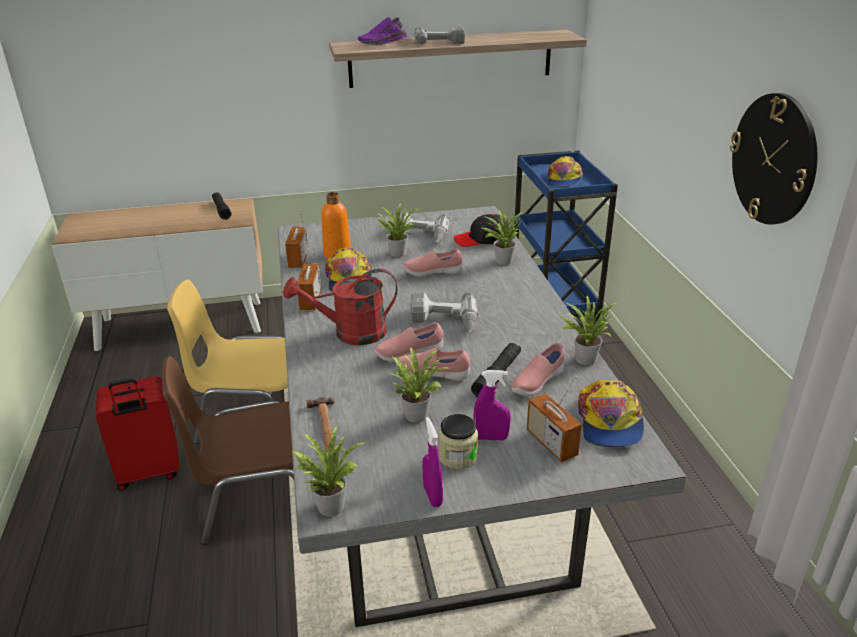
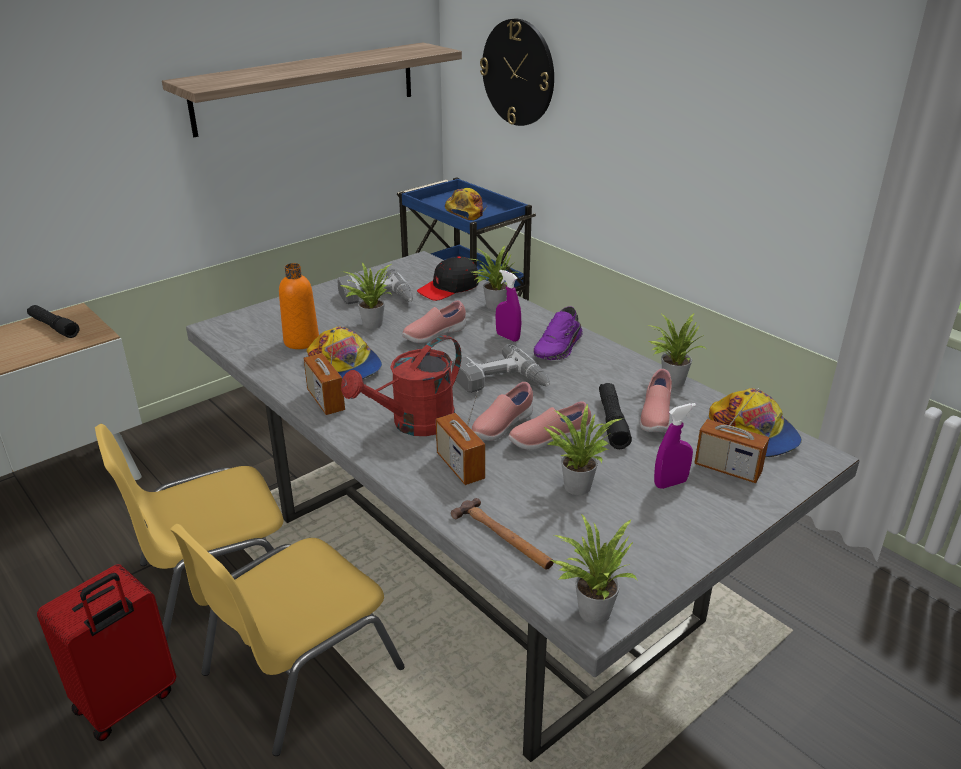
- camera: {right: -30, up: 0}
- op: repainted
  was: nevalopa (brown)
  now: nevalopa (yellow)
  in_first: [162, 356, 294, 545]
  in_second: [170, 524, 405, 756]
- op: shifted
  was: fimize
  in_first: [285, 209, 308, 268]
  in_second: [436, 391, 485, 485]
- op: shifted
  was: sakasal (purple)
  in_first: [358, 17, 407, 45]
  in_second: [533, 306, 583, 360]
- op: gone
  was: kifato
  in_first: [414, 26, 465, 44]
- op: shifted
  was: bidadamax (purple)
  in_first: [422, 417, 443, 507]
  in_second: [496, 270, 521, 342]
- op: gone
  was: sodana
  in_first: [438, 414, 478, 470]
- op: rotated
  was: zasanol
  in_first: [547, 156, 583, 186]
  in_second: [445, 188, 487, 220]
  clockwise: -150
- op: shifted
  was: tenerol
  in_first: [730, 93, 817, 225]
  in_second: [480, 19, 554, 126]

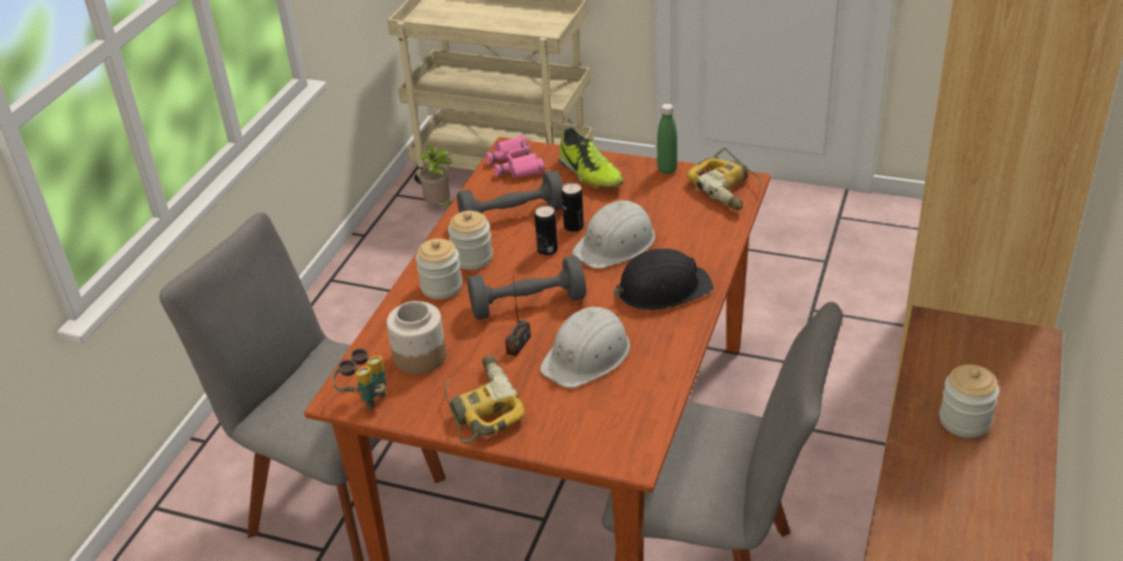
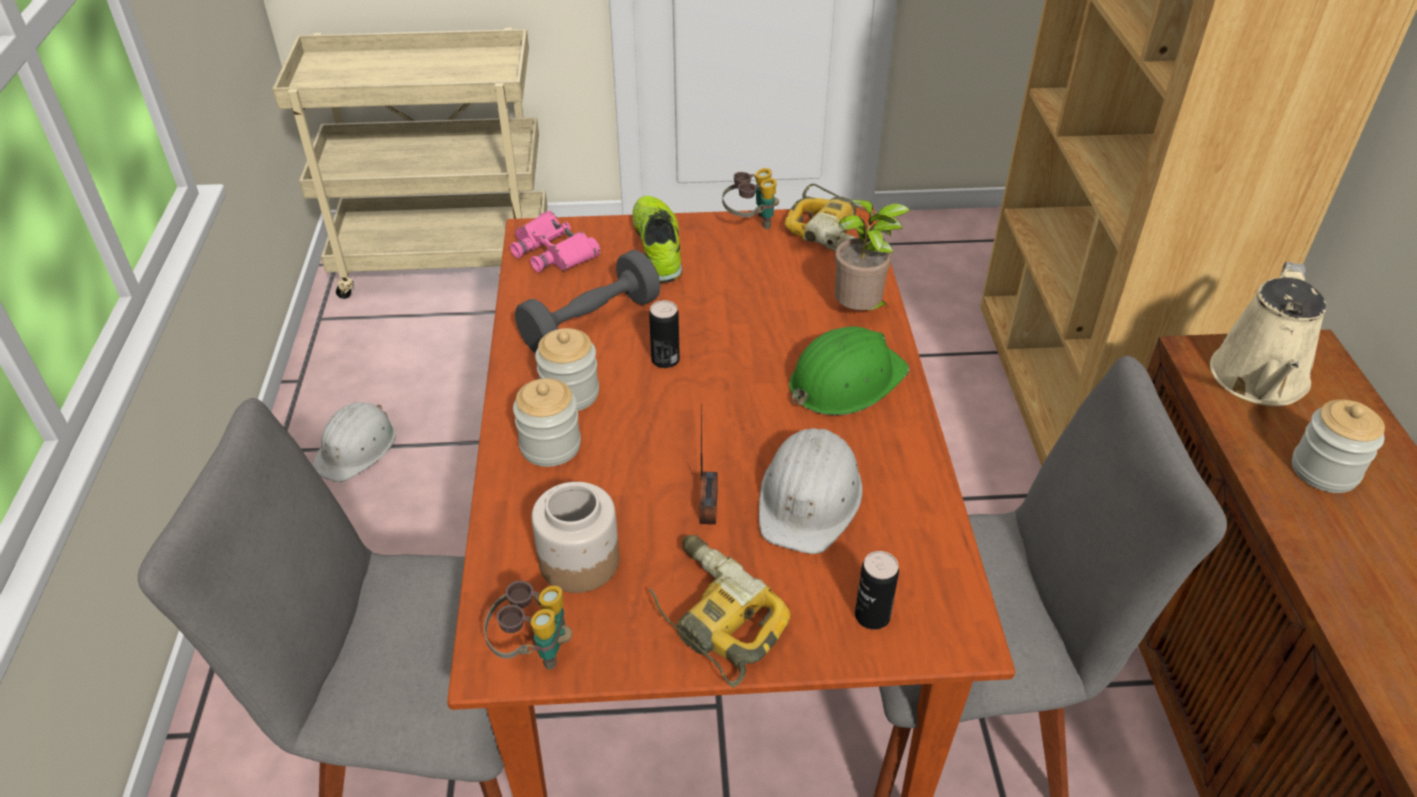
- camera: {right: -25, up: 5}
- op: shifted
  was: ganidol
  in_first: [419, 144, 452, 206]
  in_second: [835, 200, 911, 310]
- op: gone
  was: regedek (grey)
  in_first: [467, 256, 586, 319]
- op: rotated
  was: sakasal
  in_first: [559, 127, 623, 189]
  in_second: [632, 195, 682, 283]
  clockwise: -135
- op: shifted
  was: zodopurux
  in_first: [562, 183, 584, 232]
  in_second: [855, 551, 899, 630]
- op: shifted
  was: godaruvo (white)
  in_first: [572, 201, 655, 269]
  in_second: [312, 402, 396, 482]
- op: repainted
  was: godaruvo (black)
  now: godaruvo (green)
  in_first: [613, 249, 713, 310]
  in_second: [789, 326, 909, 415]
- op: swapped
  was: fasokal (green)
  now: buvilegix
  in_first: [657, 104, 677, 174]
  in_second: [722, 168, 779, 229]
- op: new
  now: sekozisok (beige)
  in_second: [1210, 261, 1326, 406]

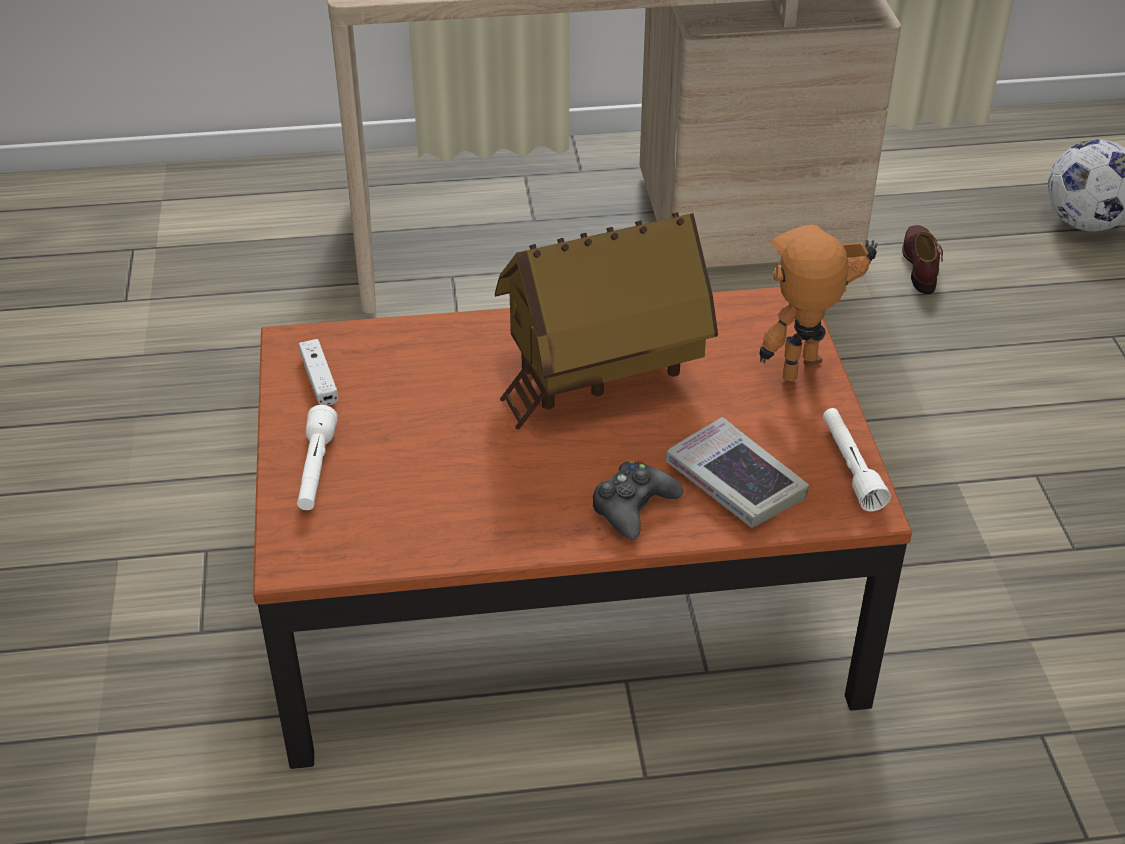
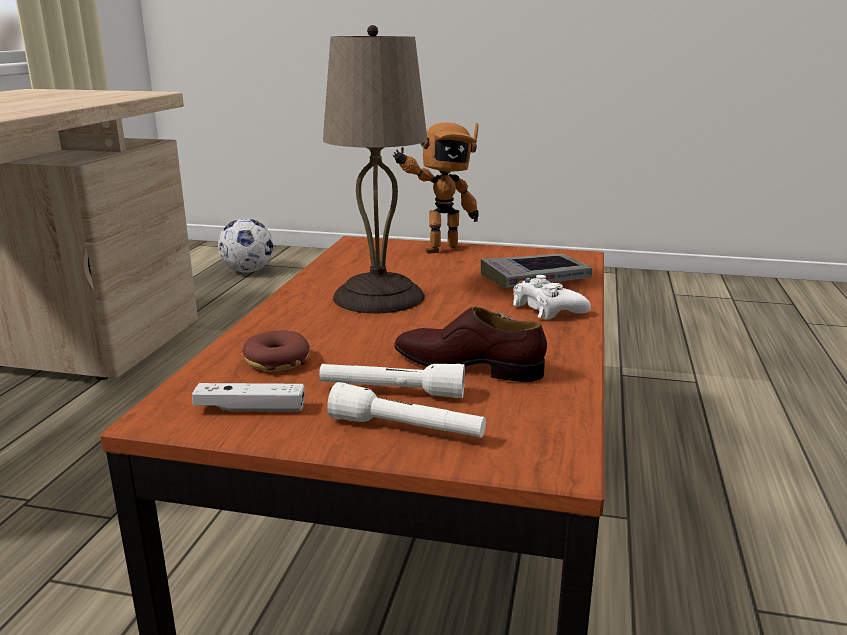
- camera: {right: -70, up: -20}
- op: swapped
  was: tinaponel
  now: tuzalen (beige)
  in_first: [495, 212, 718, 429]
  in_second: [323, 25, 427, 313]
- op: repainted
  was: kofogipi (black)
  now: kofogipi (white)
  in_first: [592, 460, 683, 540]
  in_second: [512, 275, 591, 320]
- op: rotated
  was: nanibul
  in_first: [759, 224, 878, 382]
  in_second: [393, 123, 479, 254]
  clockwise: -105
- op: shifted
  was: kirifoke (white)
  in_first: [823, 408, 891, 512]
  in_second: [319, 364, 465, 398]
- op: shifted
  was: sakasal (brown)
  in_first: [902, 225, 943, 294]
  in_second: [394, 307, 547, 382]
- op: new
  now: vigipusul
  in_second: [243, 330, 310, 371]

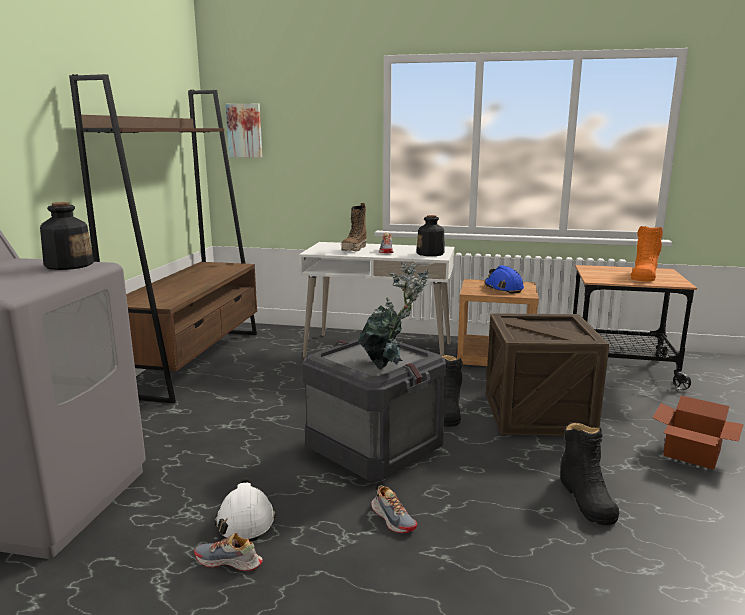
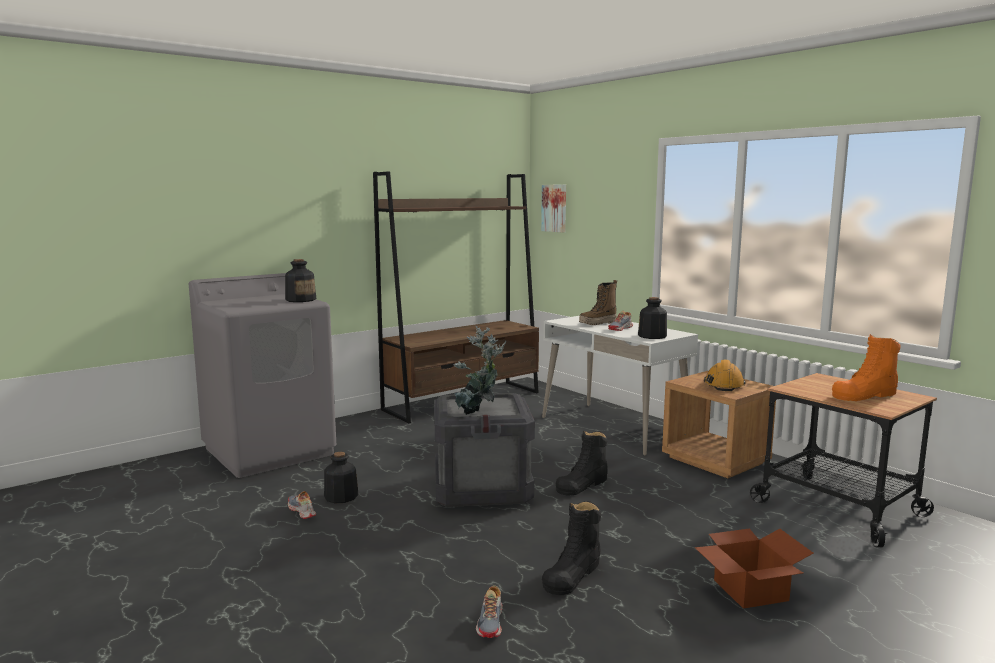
- camera: {right: 40, up: -5}
- op: swapped
  was: godaruvo (white)
  now: fasokal
  in_first: [215, 478, 276, 542]
  in_second: [324, 452, 359, 503]
- op: shifted
  was: sakasal
  in_first: [371, 486, 417, 533]
  in_second: [476, 585, 503, 638]
- op: repainted
  was: godaruvo (blue)
  now: godaruvo (orange)
  in_first: [484, 265, 524, 294]
  in_second: [704, 360, 745, 391]
- op: gone
  was: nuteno
  in_first: [486, 313, 609, 436]

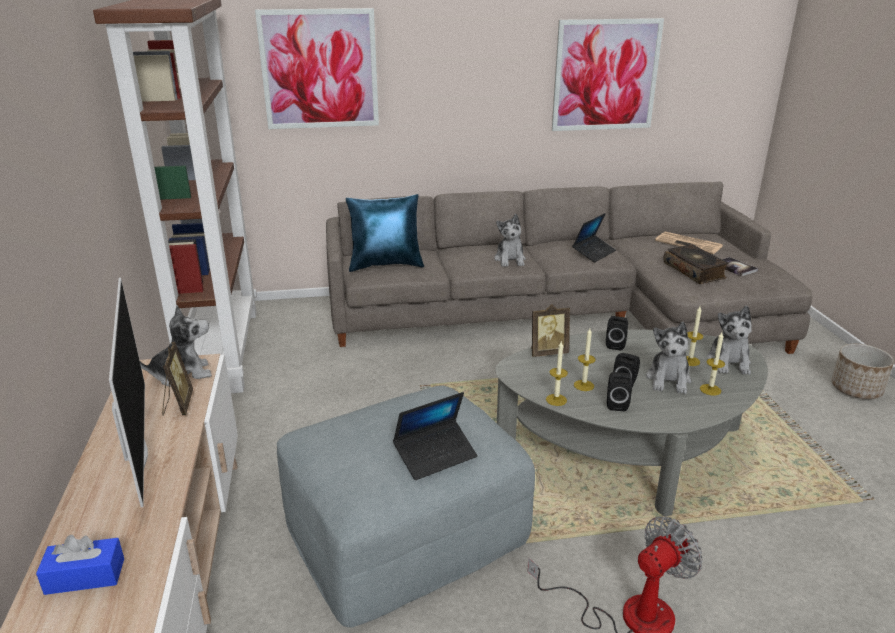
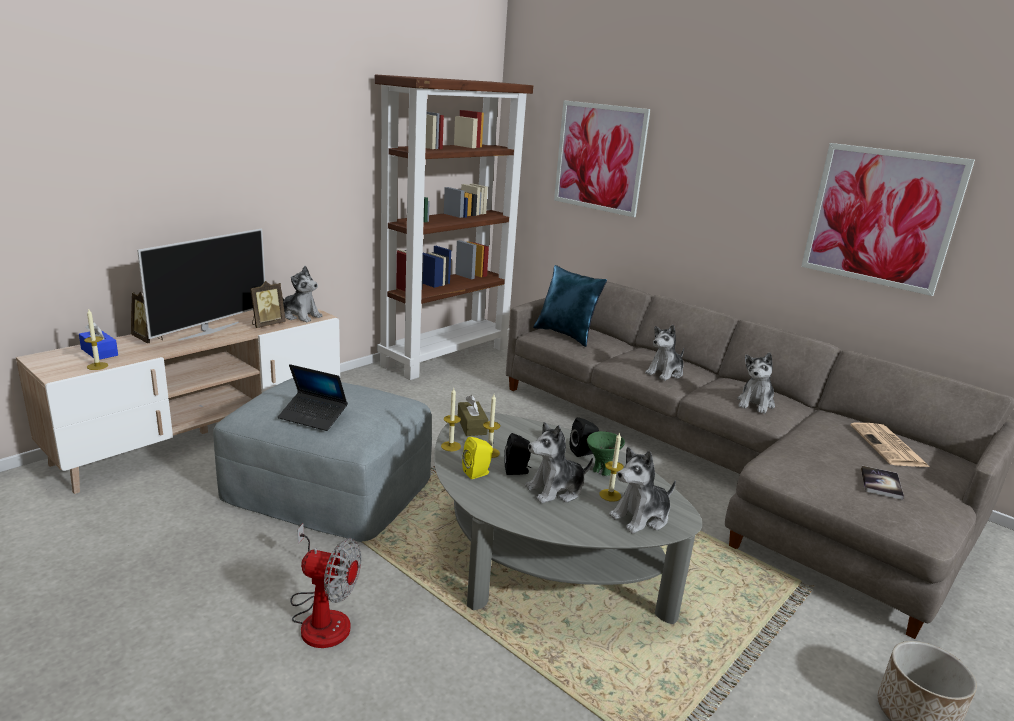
- camera: {right: 50, up: -5}
- op: shifted
  was: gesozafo
  in_first: [531, 304, 570, 357]
  in_second: [131, 292, 163, 344]
- op: swapped
  was: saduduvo
  now: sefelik
  in_first: [572, 213, 616, 263]
  in_second: [738, 353, 775, 414]
- op: repainted
  was: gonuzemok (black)
  now: gonuzemok (yellow)
  in_first: [607, 372, 632, 411]
  in_second: [462, 437, 493, 479]
- op: gone
  was: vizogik
  in_first: [663, 244, 729, 284]
- op: shifted
  was: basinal
  in_first: [700, 332, 725, 396]
  in_second: [84, 309, 108, 370]
- op: new
  now: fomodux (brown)
  in_second: [458, 395, 488, 436]
- op: new
  now: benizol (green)
  in_second: [587, 431, 625, 476]

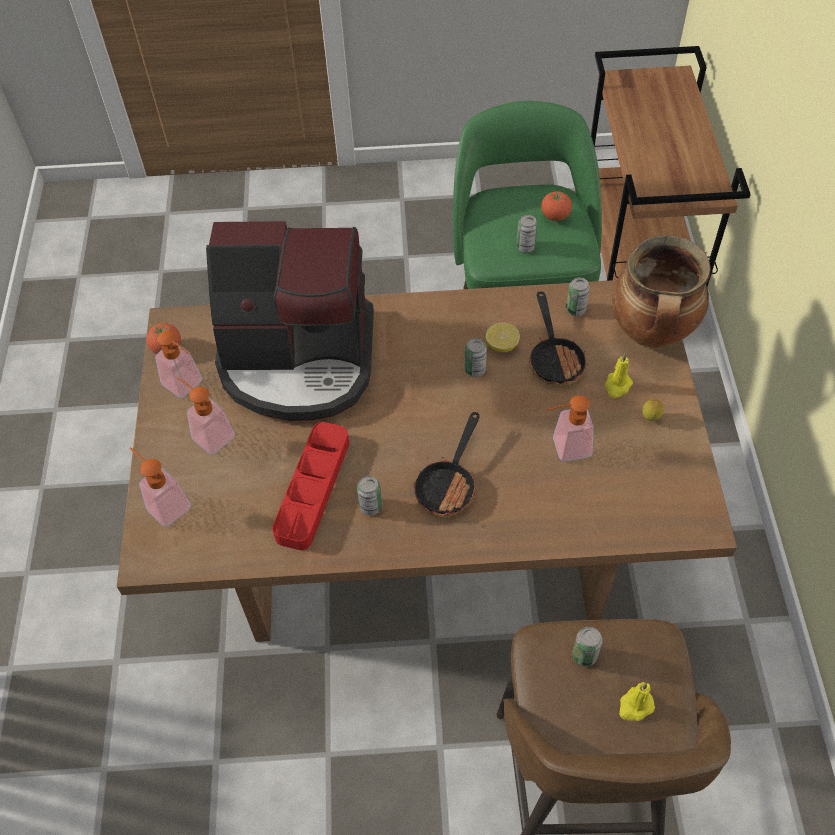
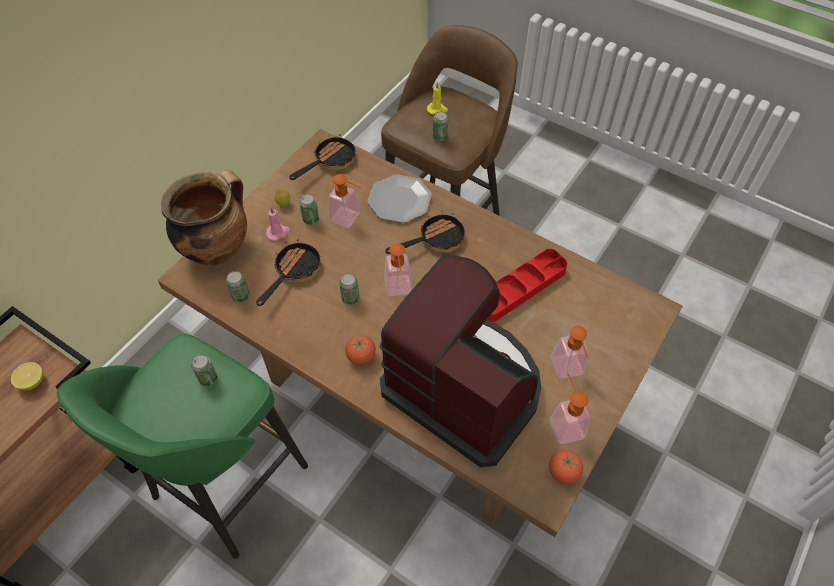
- camera: {right: -145, up: 0}
- op: shifted
  was: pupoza
  in_first: [130, 447, 191, 527]
  in_second: [384, 243, 413, 296]
- op: shifted
  was: zodopurux
  in_first: [357, 476, 382, 515]
  in_second: [299, 194, 319, 225]
- op: shifted
  was: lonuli
  in_first: [486, 323, 520, 352]
  in_second: [11, 362, 43, 390]
- op: shifted
  was: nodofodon
  in_first: [541, 191, 572, 221]
  in_second: [345, 335, 376, 365]
- op: repainted
  was: basinal (yellow)
  now: basinal (pink)
  in_first: [605, 353, 633, 398]
  in_second: [266, 207, 290, 241]
- op: new
  now: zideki
  in_second: [289, 130, 355, 180]
- op: new
  now: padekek
  in_second: [367, 174, 432, 223]

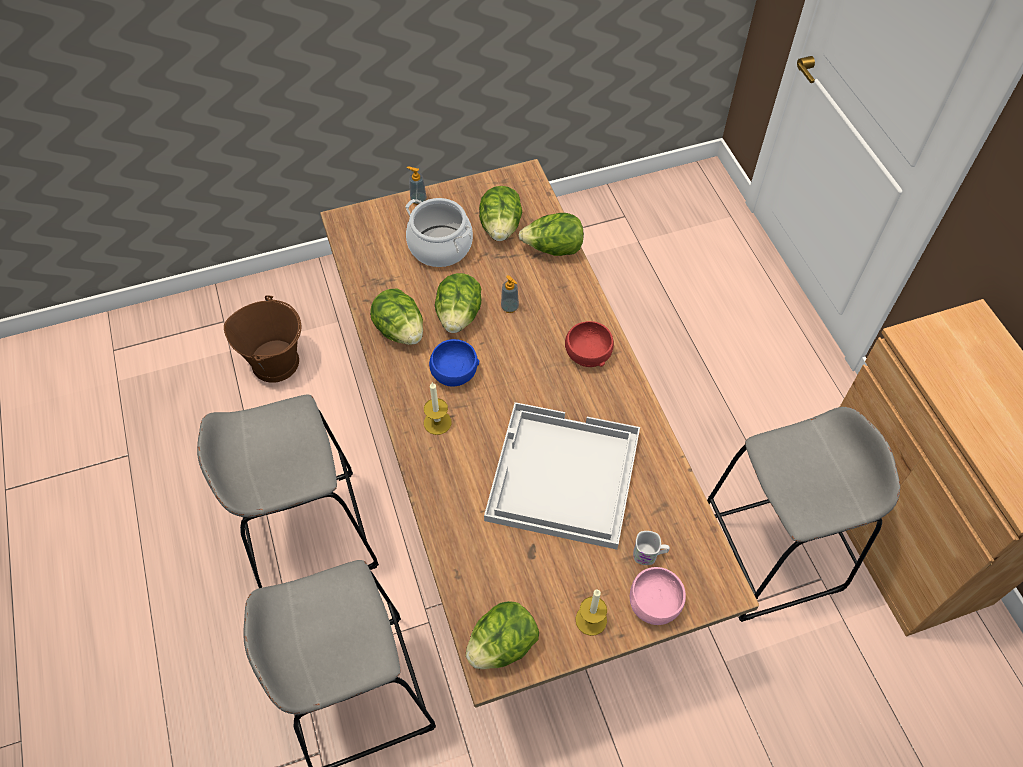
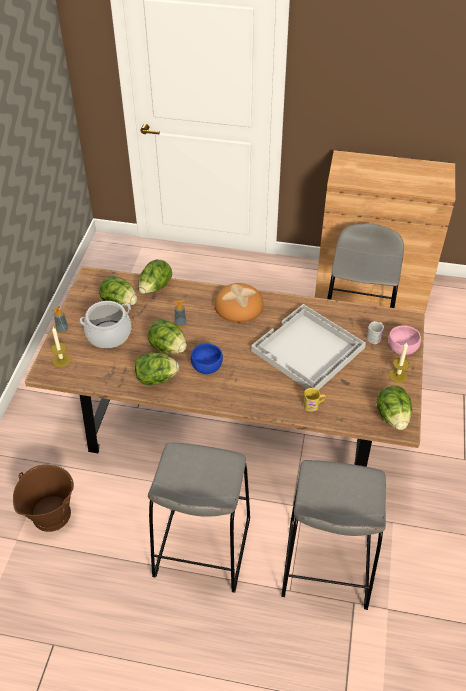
- camera: {right: -60, up: -10}
- op: shifted
  was: basinal
  in_first: [424, 382, 452, 435]
  in_second: [51, 327, 71, 367]
- op: swapped
  was: benizol (red)
  now: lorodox
  in_first: [565, 321, 614, 367]
  in_second: [214, 283, 264, 322]
- op: new
  now: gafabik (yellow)
  in_second: [304, 388, 326, 412]

